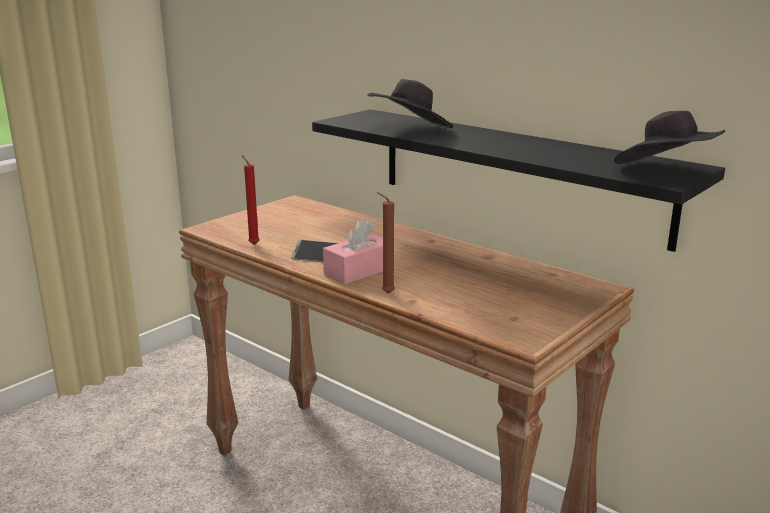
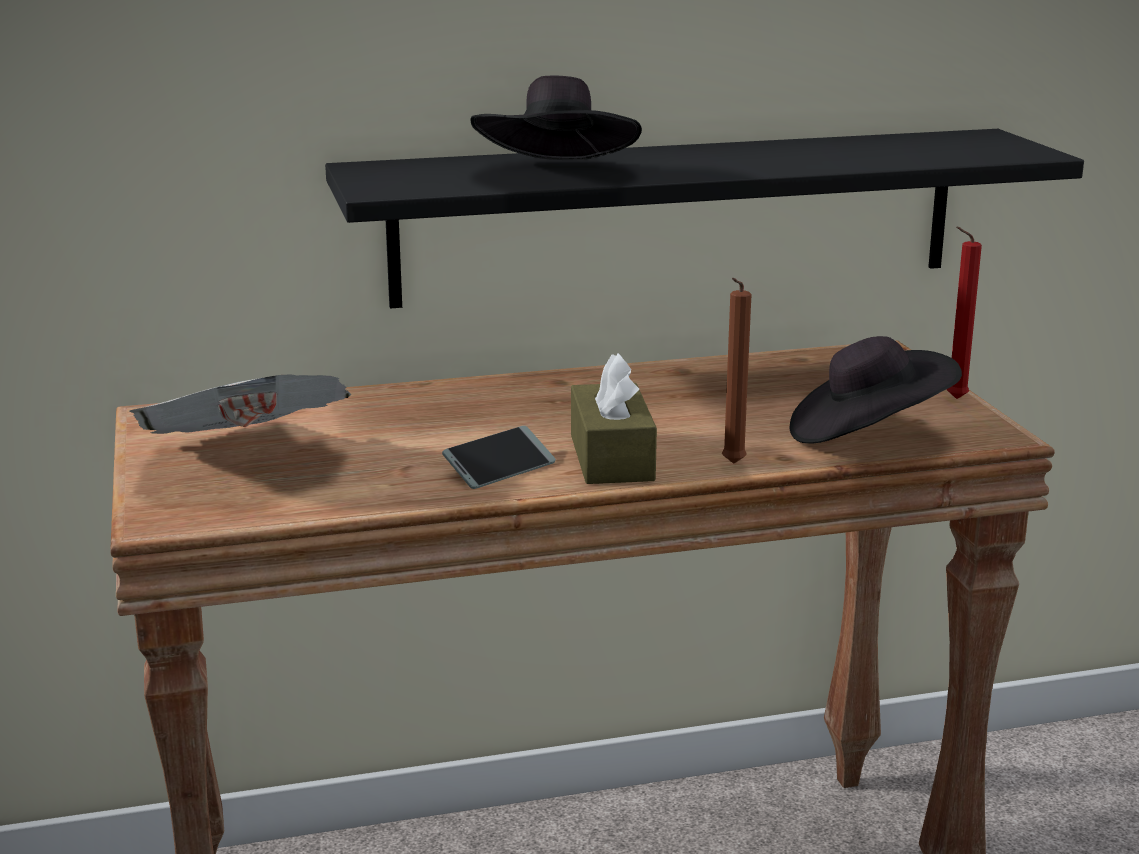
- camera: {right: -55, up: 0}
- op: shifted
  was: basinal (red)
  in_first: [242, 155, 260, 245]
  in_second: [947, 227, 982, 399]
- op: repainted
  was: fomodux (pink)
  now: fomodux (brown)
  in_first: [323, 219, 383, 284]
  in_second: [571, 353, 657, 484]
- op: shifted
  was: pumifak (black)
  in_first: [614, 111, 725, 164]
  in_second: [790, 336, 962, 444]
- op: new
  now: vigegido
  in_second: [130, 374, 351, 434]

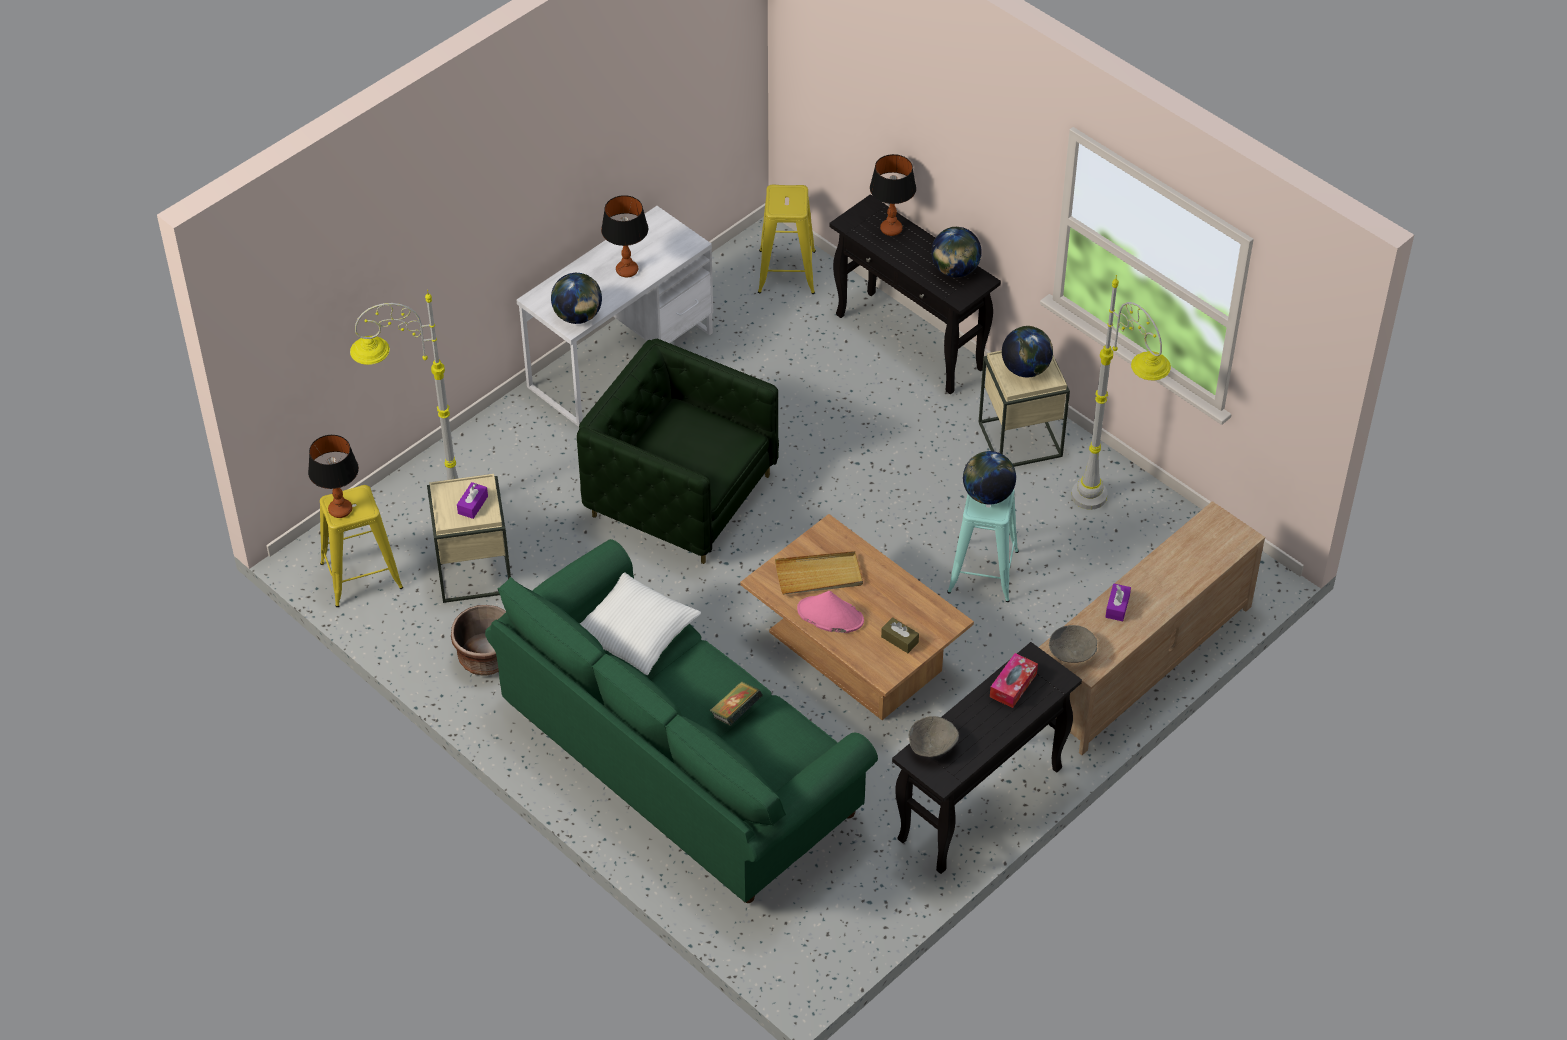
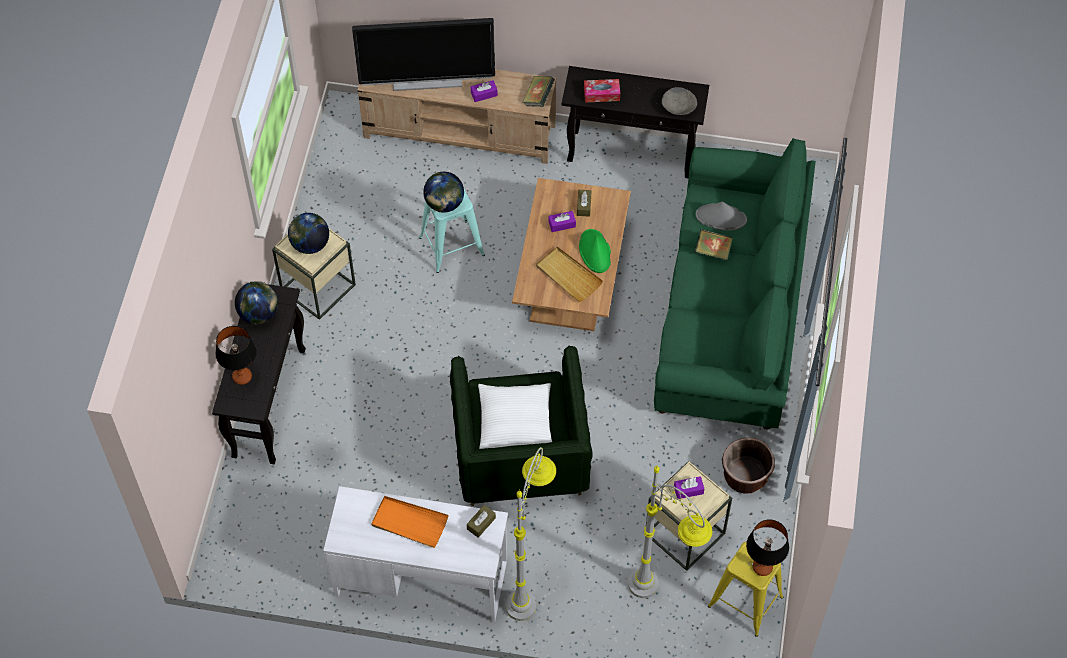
- camera: {right: -125, up: 10}
- op: swapped
  was: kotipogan
  now: fomodux (brown)
  in_first: [551, 273, 602, 324]
  in_second: [467, 505, 496, 538]
- op: shifted
  was: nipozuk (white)
  in_first: [580, 572, 701, 675]
  in_second: [478, 383, 552, 449]
- op: swapped
  was: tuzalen
  now: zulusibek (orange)
  in_first: [601, 195, 648, 277]
  in_second: [371, 496, 448, 548]
- op: gone
  was: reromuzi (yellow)
  in_first: [758, 185, 816, 294]
- op: repainted
  was: pumifak (pink)
  now: pumifak (green)
  in_first: [797, 591, 864, 633]
  in_second: [579, 229, 611, 273]
- op: swapped
  was: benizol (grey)
  now: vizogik
  in_first: [1049, 625, 1097, 663]
  in_second: [523, 76, 555, 107]
- op: shifted
  was: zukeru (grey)
  in_first: [1071, 275, 1171, 510]
  in_second: [506, 447, 556, 621]
- op: new
  now: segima
  in_second: [352, 18, 495, 91]
- op: new
  now: fomodux (purple)
  in_second: [549, 211, 576, 232]
- op: new
  now: pumifak (grey)
  in_second: [696, 202, 747, 231]

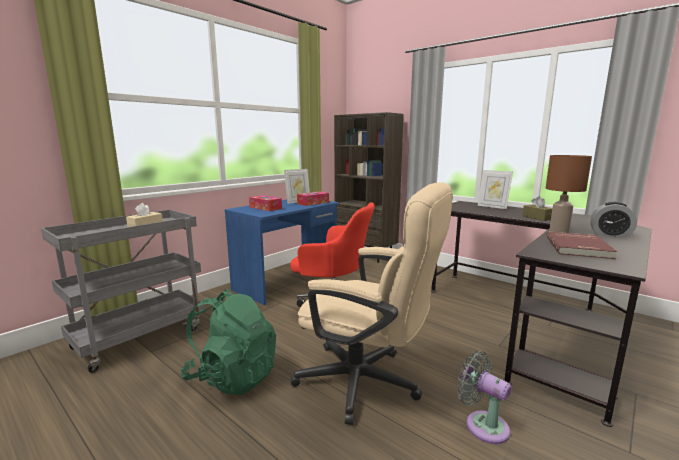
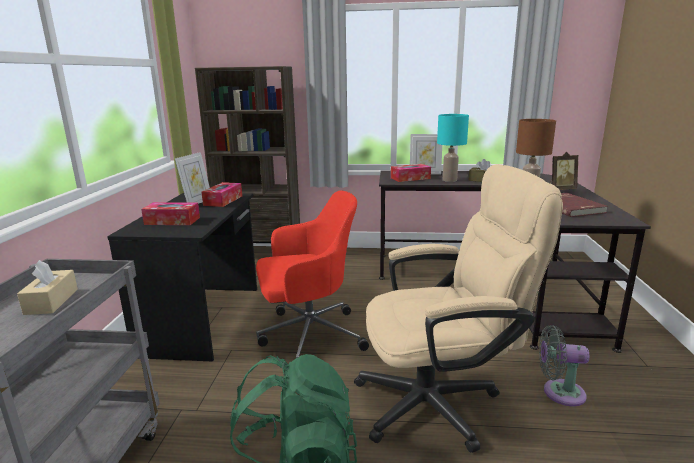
- camera: {right: -35, up: 5}
- op: repainted
  was: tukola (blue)
  now: tukola (black)
  in_first: [224, 199, 339, 305]
  in_second: [107, 193, 257, 362]
- op: swapped
  was: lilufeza
  now: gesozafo
  in_first: [590, 202, 637, 238]
  in_second: [550, 152, 579, 190]
- op: new
  now: fomodux
  in_second: [391, 164, 431, 182]
- op: new
  now: tuzalen (turquoise)
  in_second: [437, 114, 469, 182]

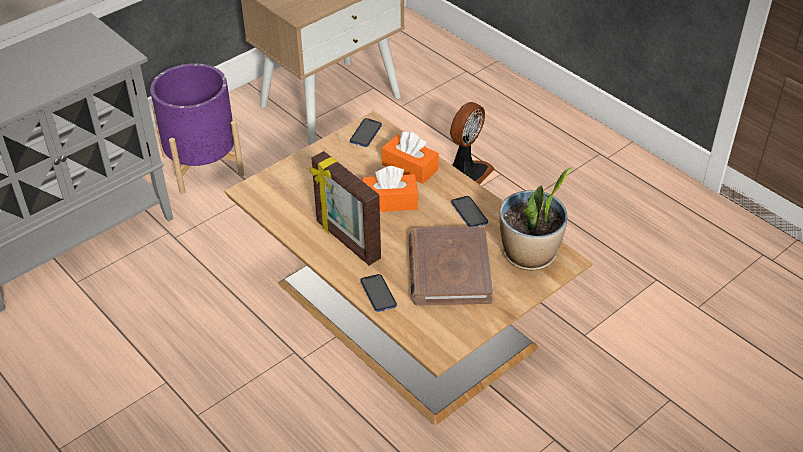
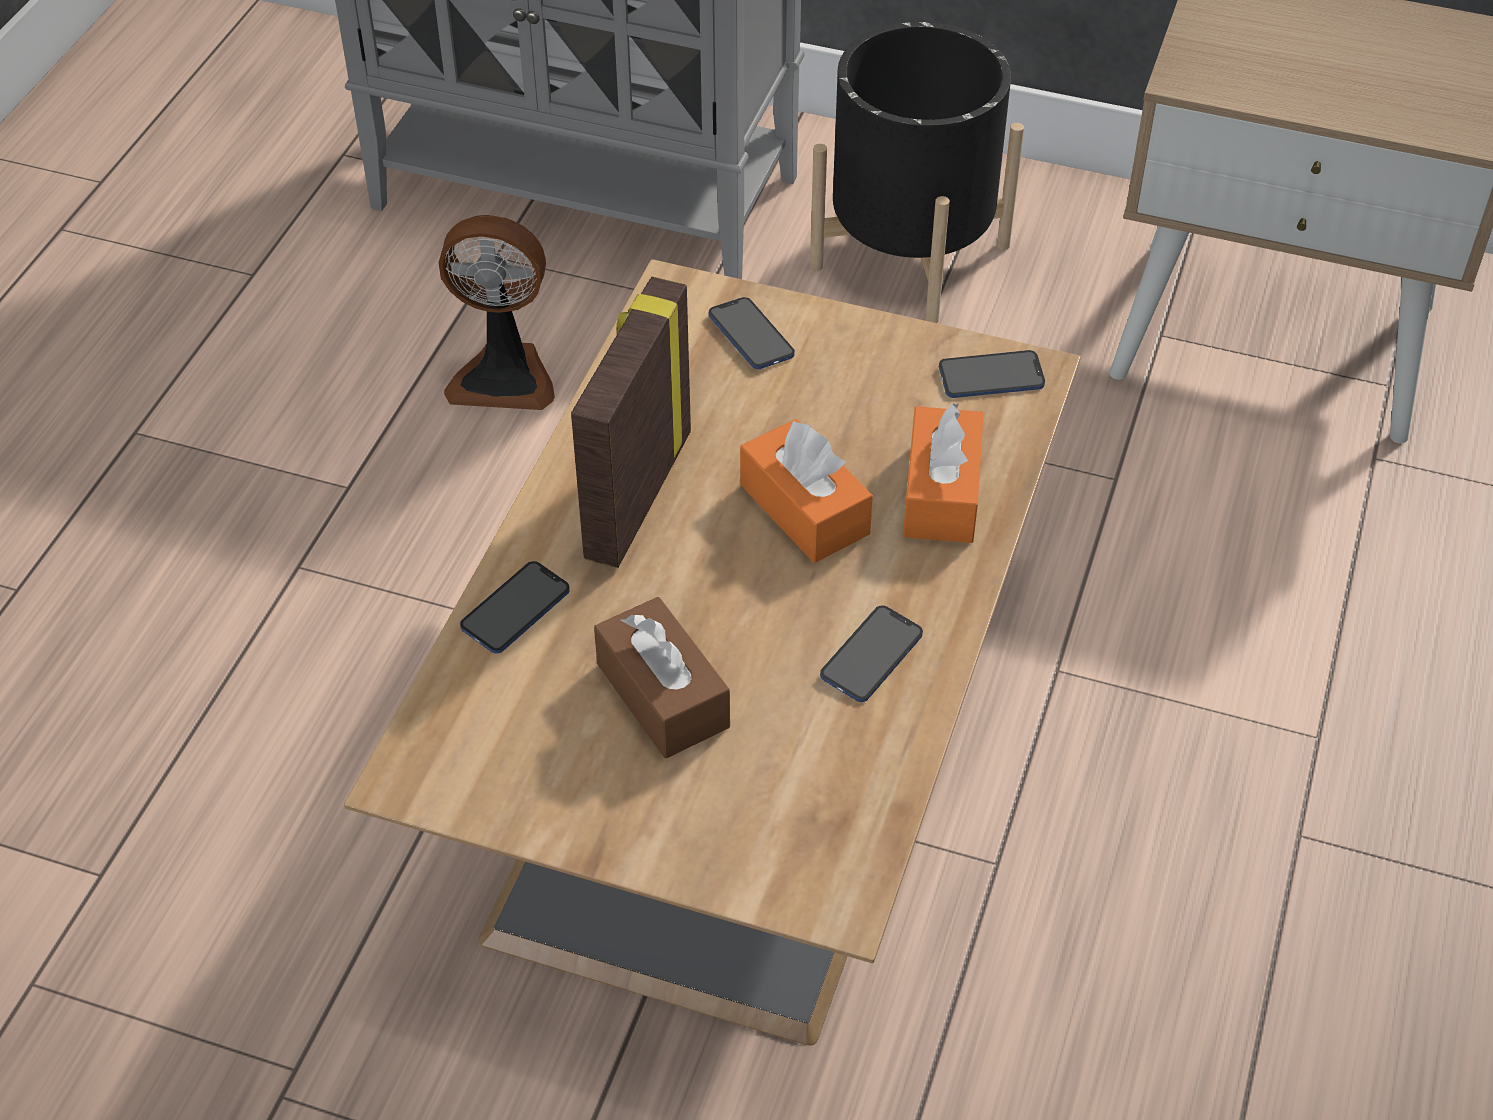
- camera: {right: 60, up: 5}
- op: repainted
  was: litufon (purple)
  now: litufon (black)
  in_first: [150, 63, 244, 194]
  in_second: [810, 22, 1024, 323]
- op: swapped
  was: vizogik (brown)
  now: fomodux (brown)
  in_first: [408, 226, 493, 306]
  in_second: [594, 597, 730, 758]
- op: shifted
  was: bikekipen
  in_first: [450, 102, 494, 184]
  in_second: [439, 215, 555, 410]
- op: gone
  was: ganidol
  in_first: [500, 168, 572, 271]
- op: new
  now: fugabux
  in_second: [709, 297, 795, 369]

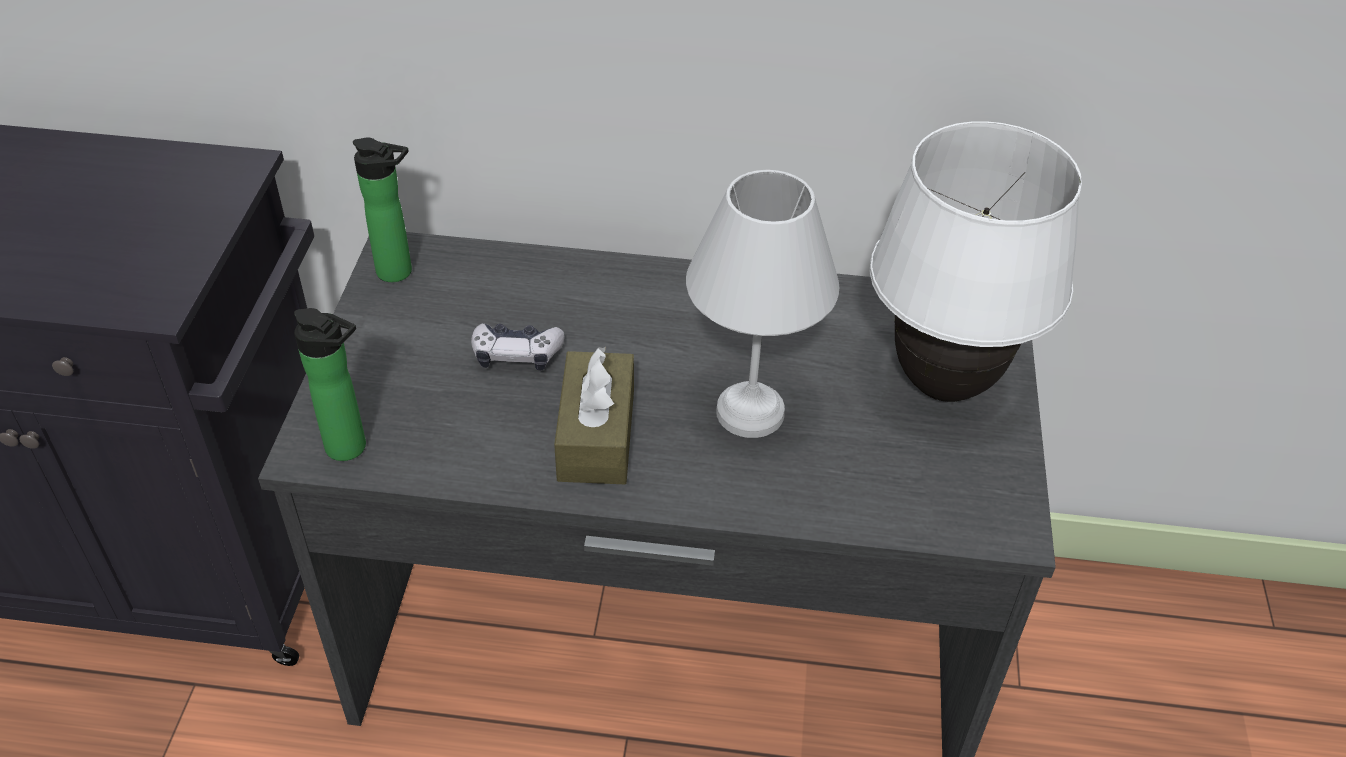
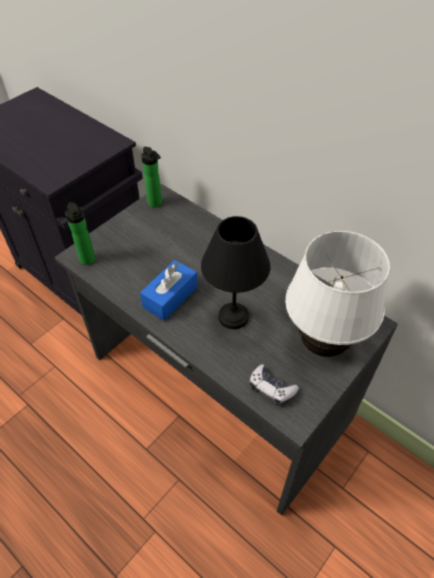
- camera: {right: 35, up: 5}
- op: shifted
  was: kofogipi
  in_first: [471, 323, 564, 371]
  in_second: [250, 364, 299, 405]
- op: repainted
  was: fomodux (brown)
  now: fomodux (blue)
  in_first: [554, 347, 634, 484]
  in_second: [140, 260, 198, 321]
- op: repainted
  was: tuzalen (white)
  now: tuzalen (black)
  in_first: [686, 170, 839, 438]
  in_second: [201, 216, 270, 329]

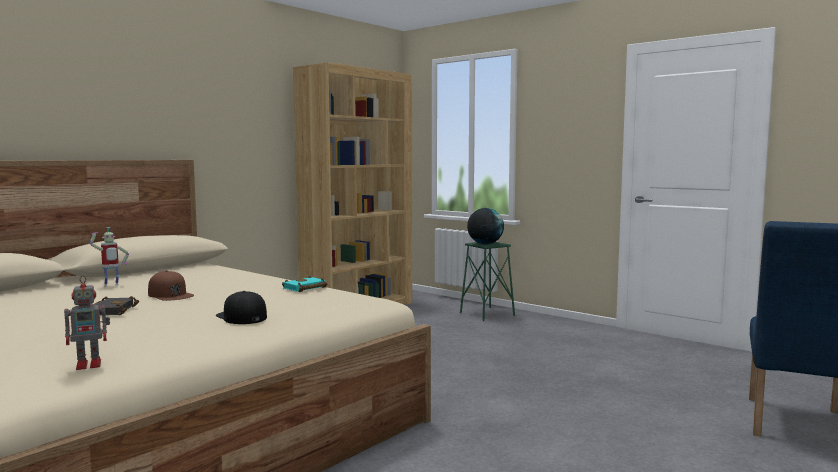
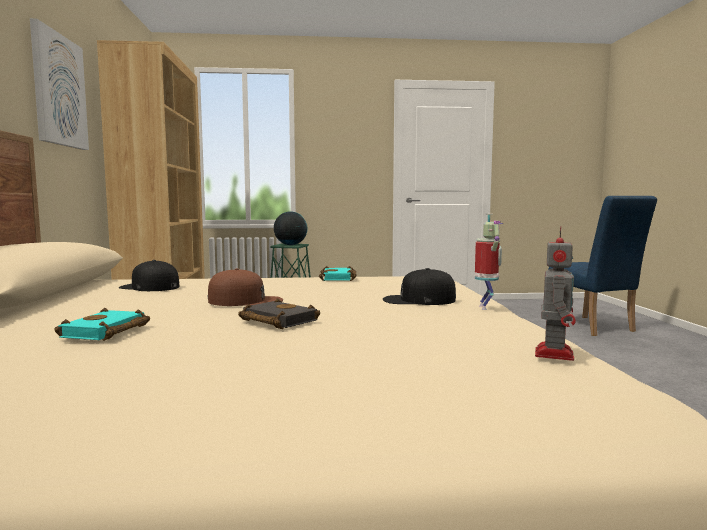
- camera: {right: -45, up: 0}
- op: shifted
  was: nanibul
  in_first: [90, 227, 129, 287]
  in_second: [475, 214, 503, 310]
- op: new
  now: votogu
  in_second: [30, 18, 89, 150]
- op: new
  now: vizogik (turquoise)
  in_second: [54, 308, 150, 341]
- op: new
  now: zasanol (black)
  in_second: [119, 260, 179, 291]

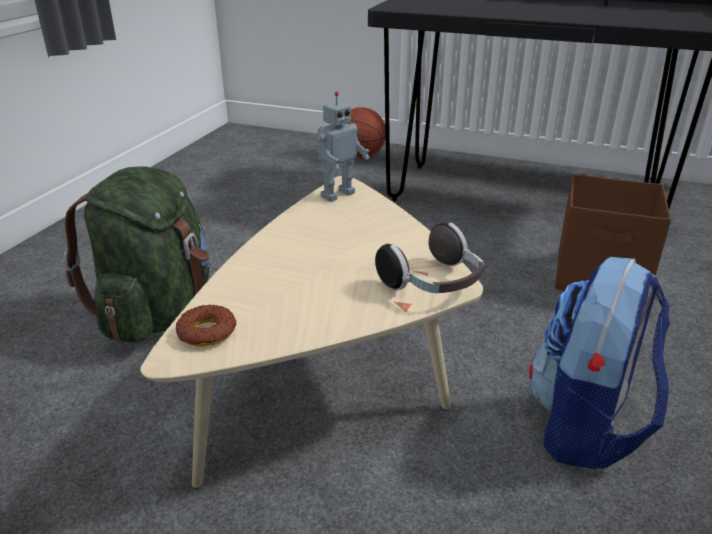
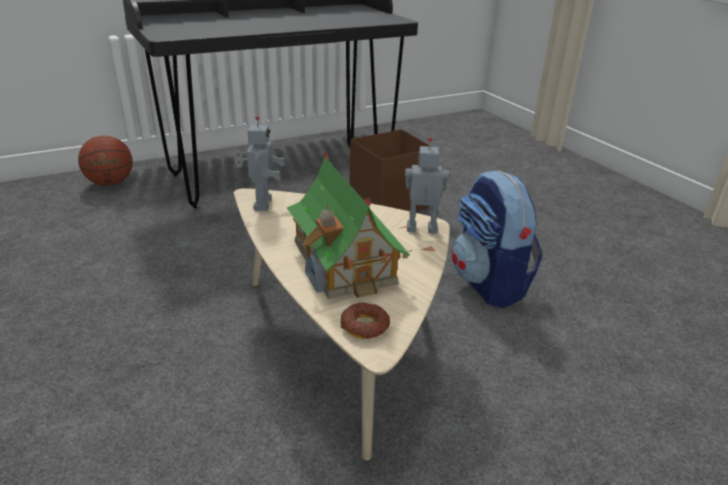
- camera: {right: -50, up: 0}
- op: gone
  was: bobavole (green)
  in_first: [63, 166, 210, 342]
- op: swapped
  was: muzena
  now: nanibul
  in_first: [375, 223, 484, 293]
  in_second: [405, 137, 449, 234]
- op: new
  now: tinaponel
  in_second: [287, 150, 413, 299]

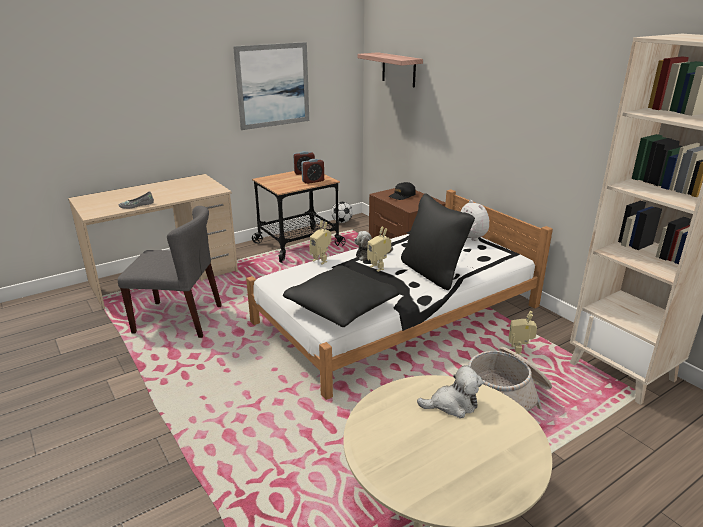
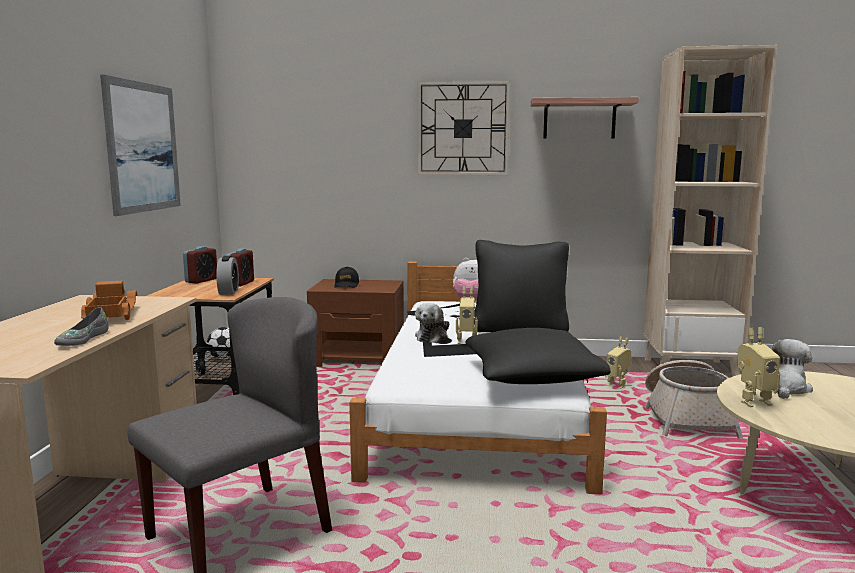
- camera: {right: -50, up: -15}
- op: shifted
  was: nanibul
  in_first: [309, 220, 331, 265]
  in_second: [737, 327, 780, 407]
- op: shifted
  was: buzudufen
  in_first: [357, 52, 423, 87]
  in_second: [530, 97, 638, 139]
- op: new
  now: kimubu
  in_second: [81, 281, 137, 320]
- op: new
  now: lilufeza
  in_second: [216, 256, 239, 295]
- op: new
  now: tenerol
  in_second: [417, 81, 510, 175]

